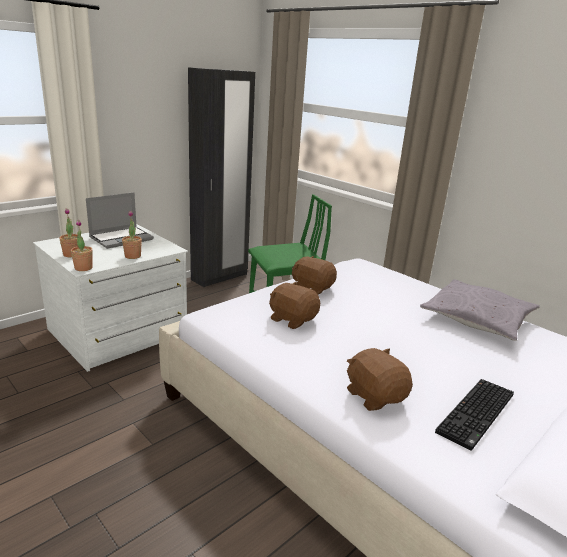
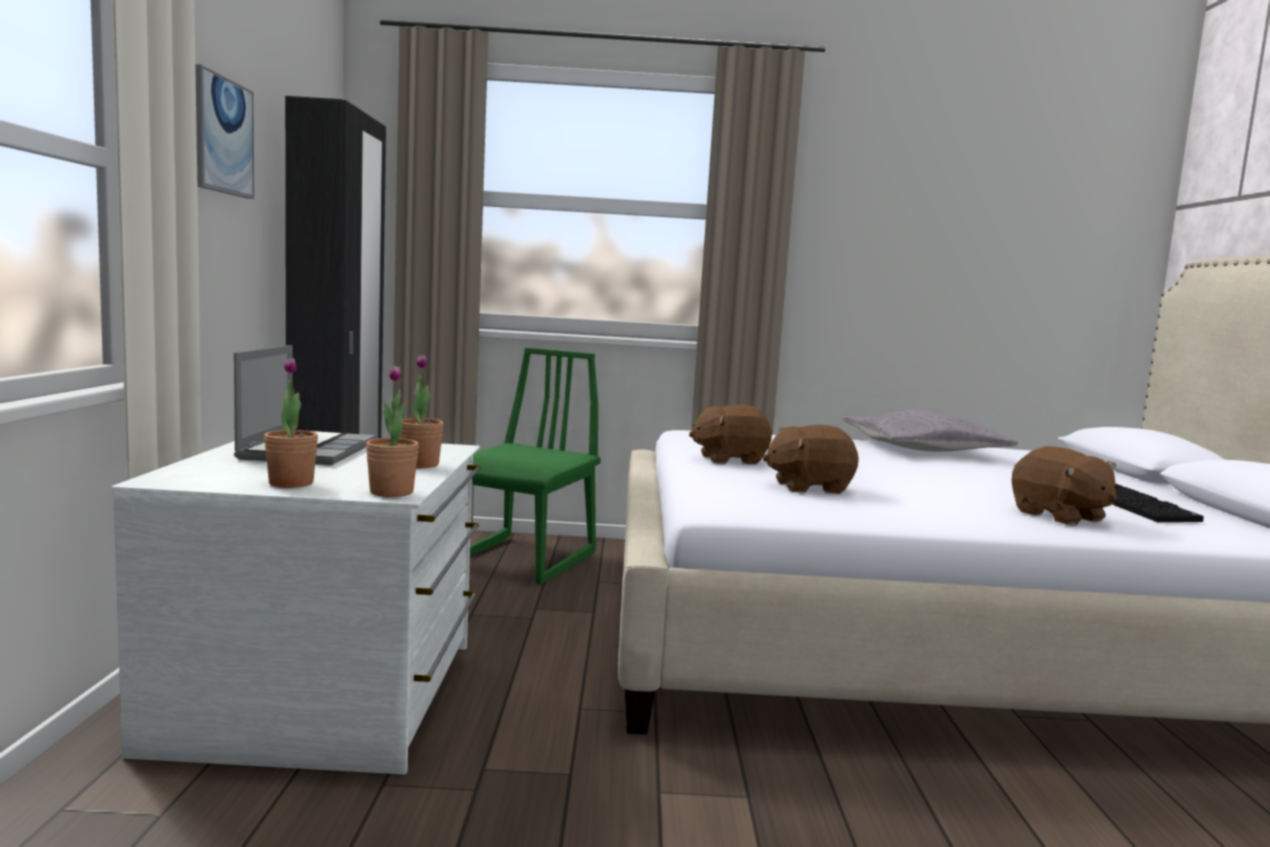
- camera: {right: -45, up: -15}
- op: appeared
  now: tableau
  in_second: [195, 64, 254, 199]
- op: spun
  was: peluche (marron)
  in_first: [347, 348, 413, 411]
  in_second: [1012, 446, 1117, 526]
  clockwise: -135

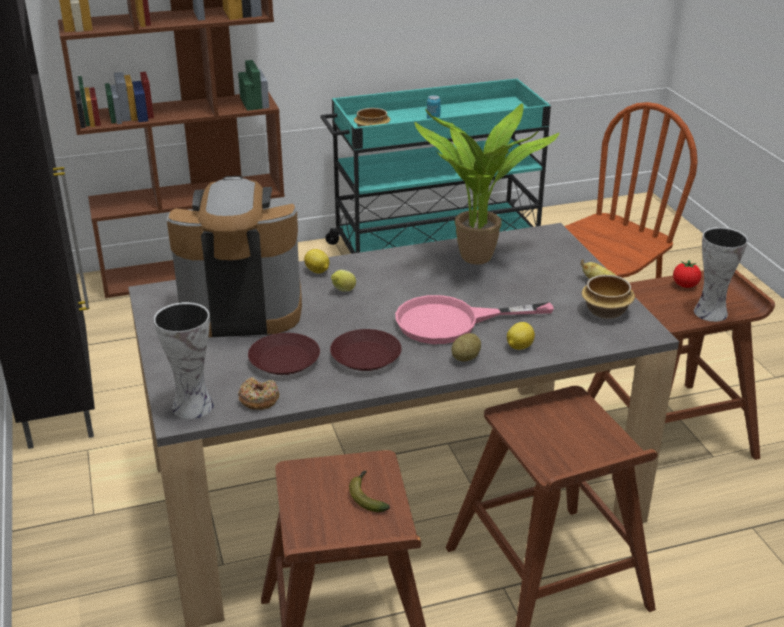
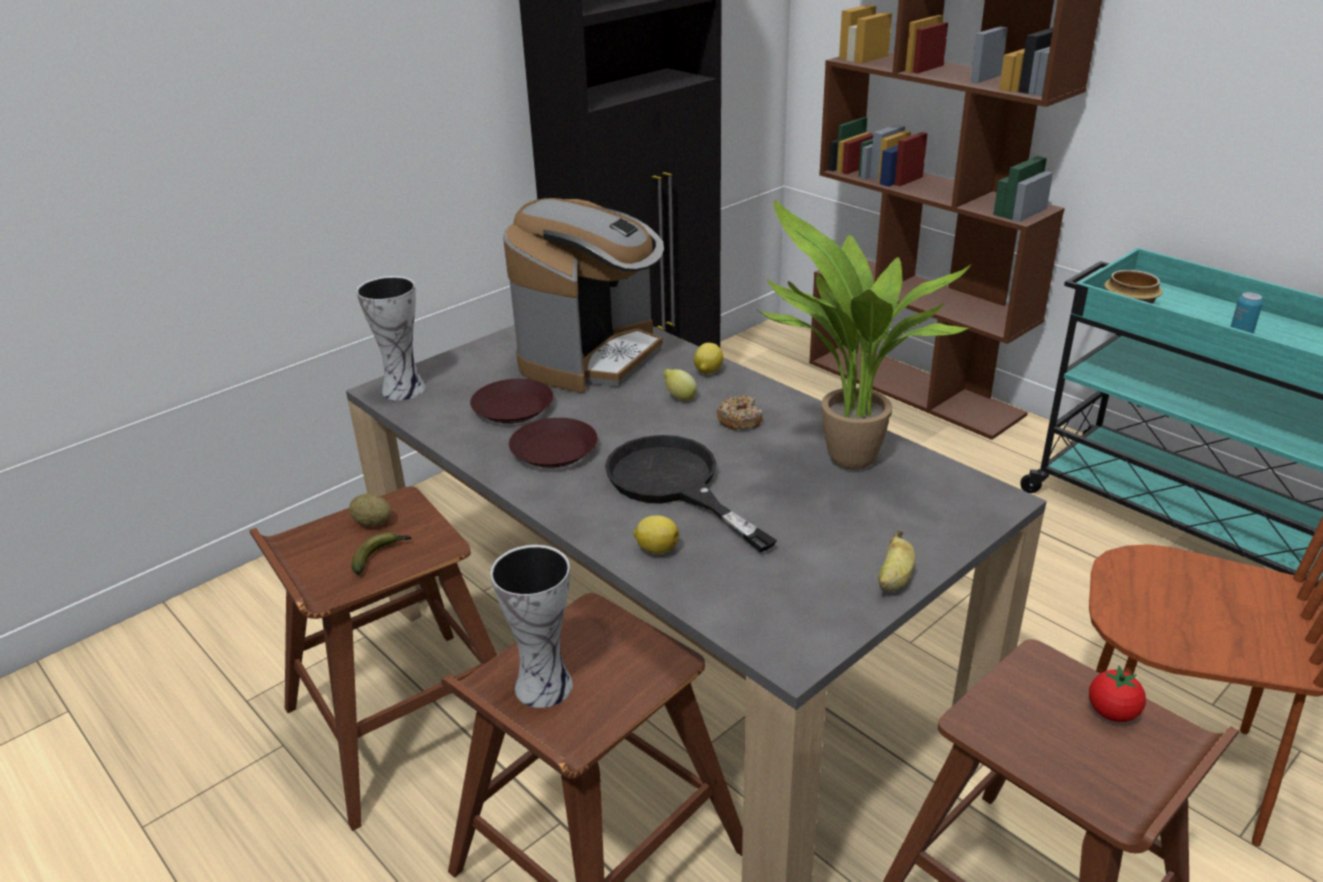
- camera: {right: 65, up: 0}
- op: missing
  was: bol
  in_first: [581, 275, 635, 319]
- op: relocated
  was: beignet
  in_first: [238, 377, 279, 410]
  in_second: [717, 396, 763, 430]
- op: relocated
  was: pomme de terre
  in_first: [452, 333, 481, 361]
  in_second: [349, 493, 392, 526]
- op: relocated
  was: vase
  in_first: [694, 227, 748, 322]
  in_second: [490, 545, 573, 708]
- op: colour
  was: poêle (rose)
  now: poêle (noir)
  in_first: [395, 295, 554, 344]
  in_second: [605, 435, 777, 552]
- op: spun
  was: machine à café
  in_first: [167, 176, 302, 337]
  in_second: [503, 198, 664, 393]
  clockwise: 60

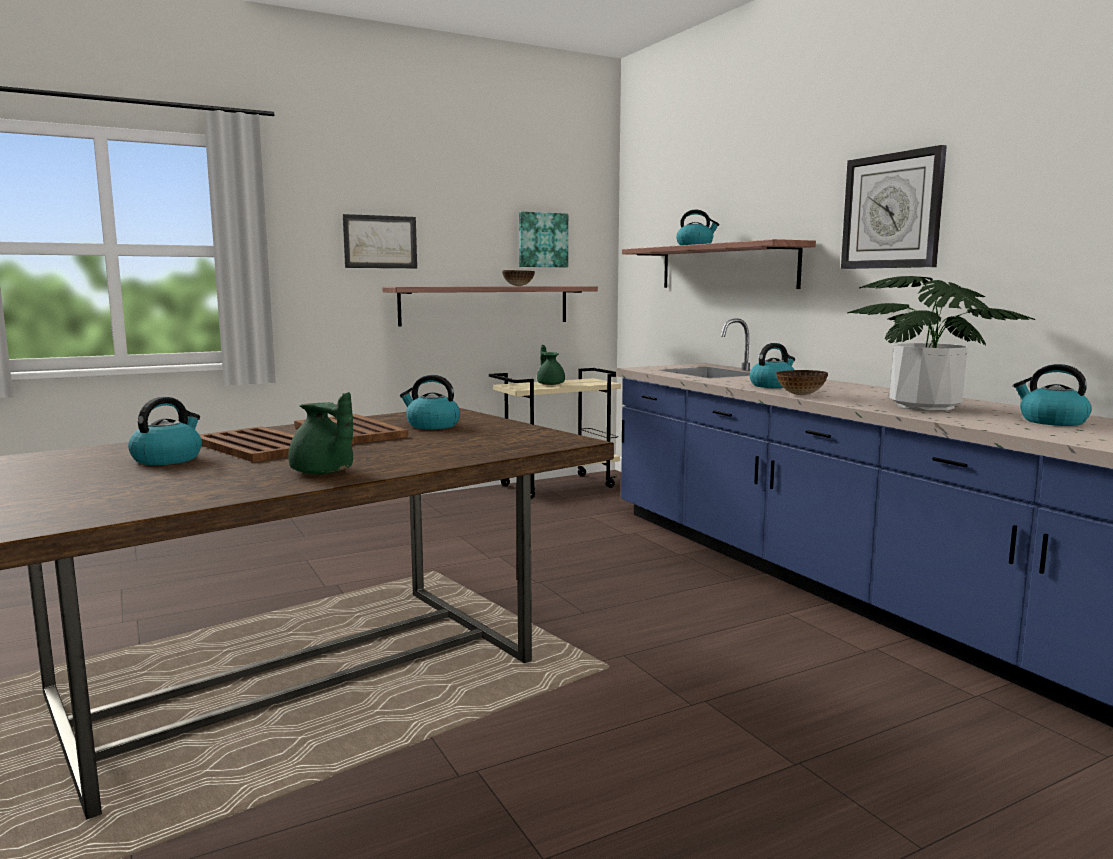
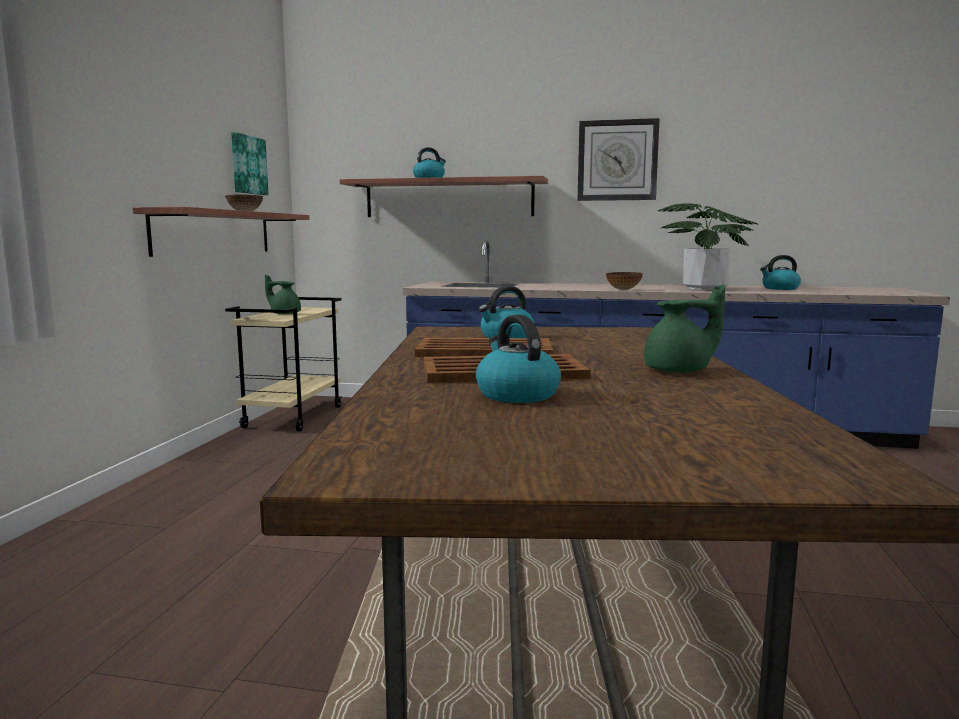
- camera: {right: -50, up: 0}
- op: missing
  was: tableau
  in_first: [343, 214, 417, 268]
- op: missing
  was: bouilloire
  in_first: [750, 343, 795, 388]

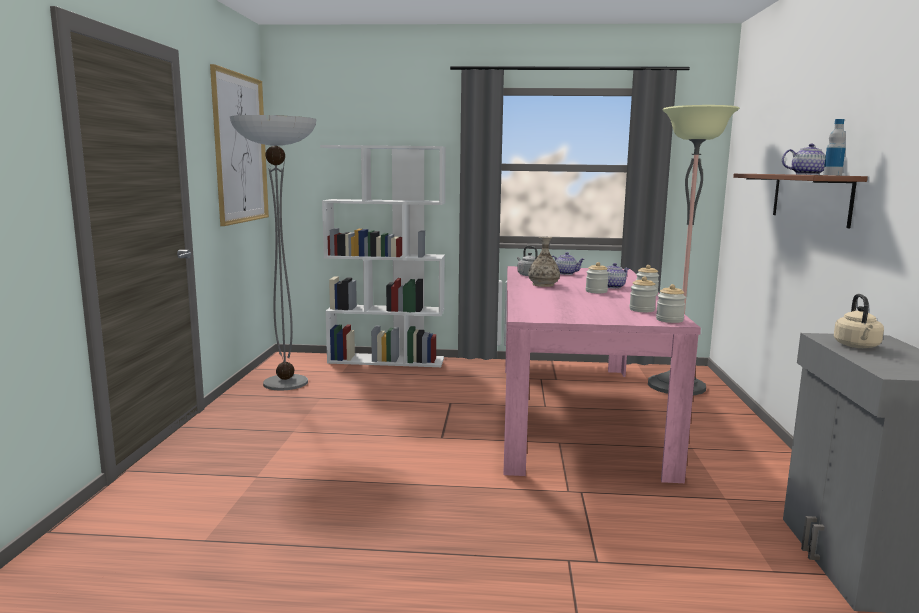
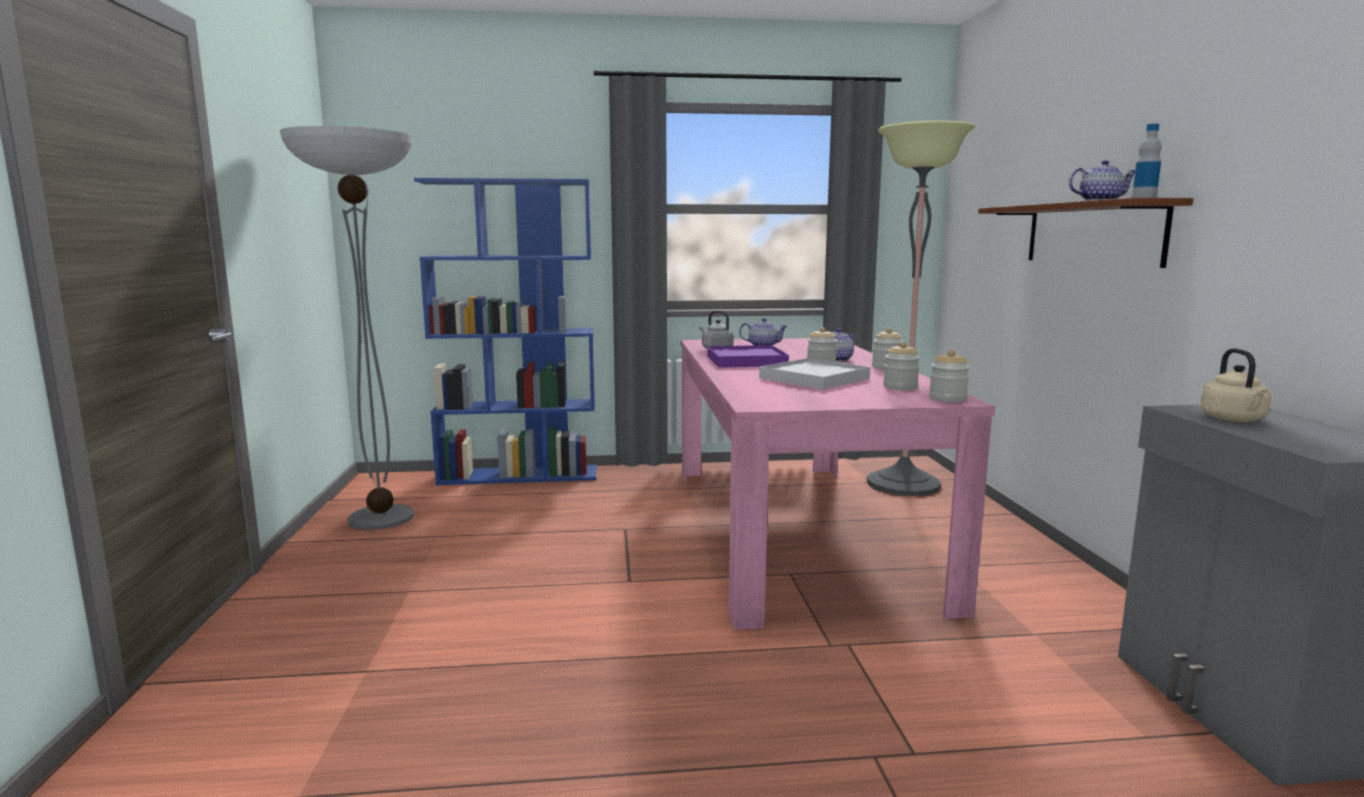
- camera: {right: -10, up: 0}
- op: missing
  was: tableau
  in_first: [210, 64, 269, 226]
- op: appeared
  now: plateau (blanc)
  in_second: [759, 358, 870, 390]
- op: exchanged
  was: vase
  now: plateau (violet)
  in_first: [528, 237, 560, 287]
  in_second: [707, 345, 789, 368]
- op: colour
  was: bibliothèque (blanc)
  now: bibliothèque (bleu)
  in_first: [320, 145, 446, 367]
  in_second: [414, 178, 596, 485]

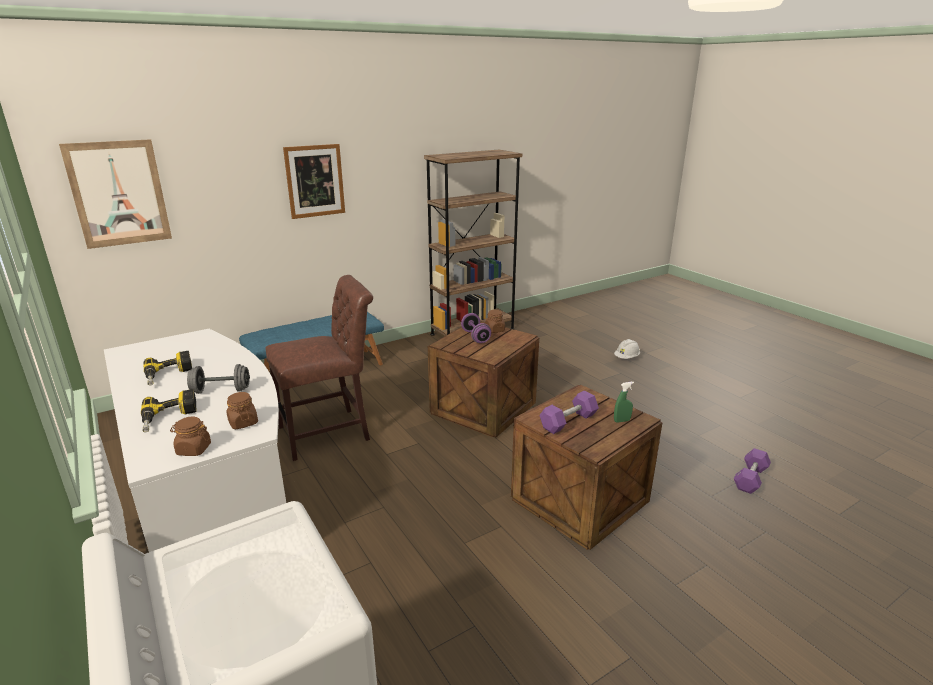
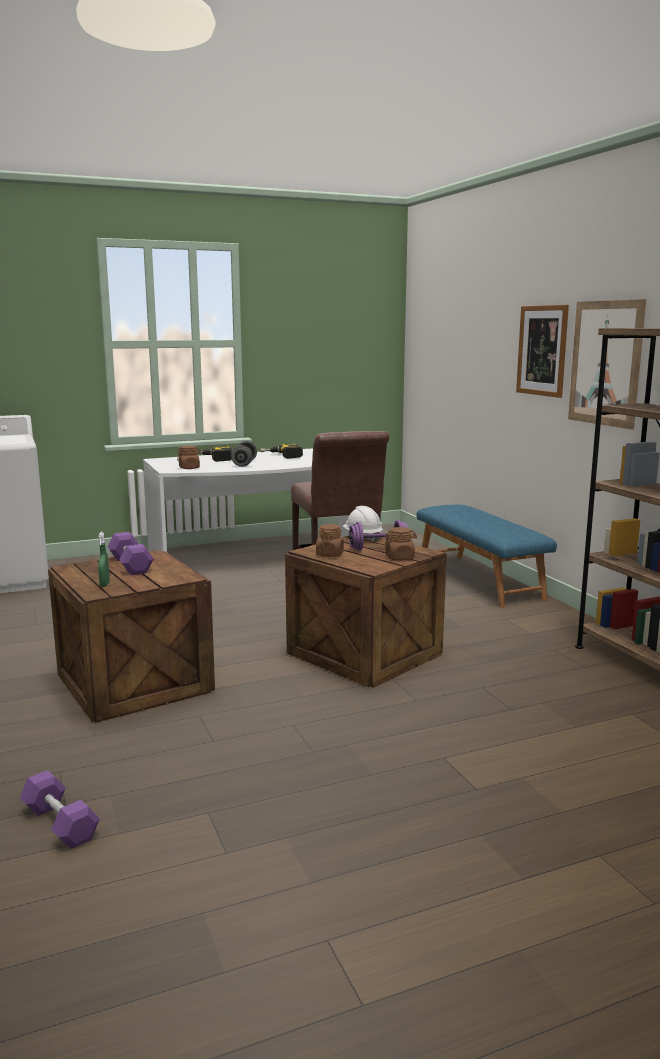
- camera: {right: 100, up: -10}
- op: relocated
  was: tableau
  in_first: [59, 139, 172, 249]
  in_second: [568, 299, 646, 430]
- op: relocated
  was: bocal (marron)
  in_first: [170, 417, 211, 456]
  in_second: [316, 524, 344, 557]
- op: relocated
  was: casque de chantier (blanc)
  in_first: [614, 339, 640, 359]
  in_second: [343, 506, 383, 542]

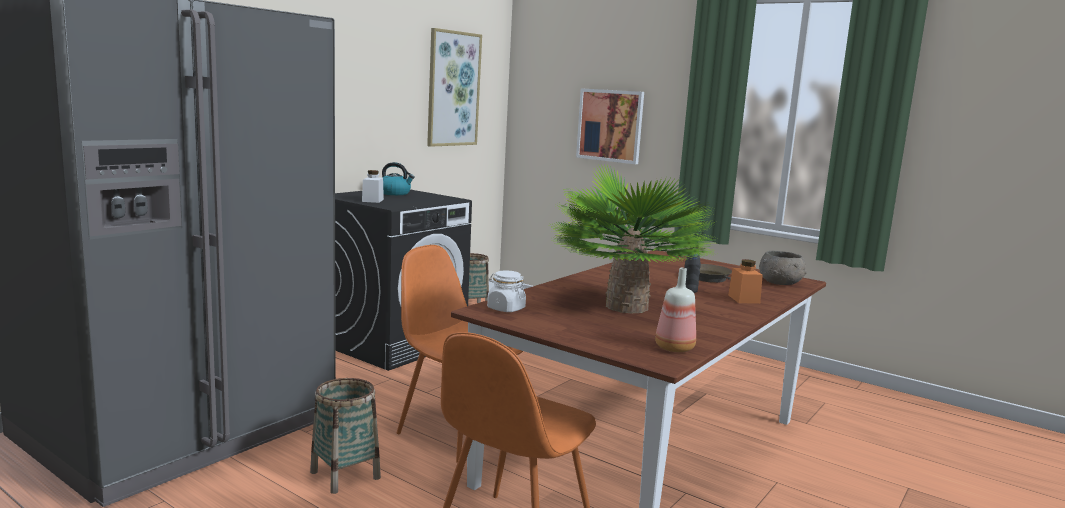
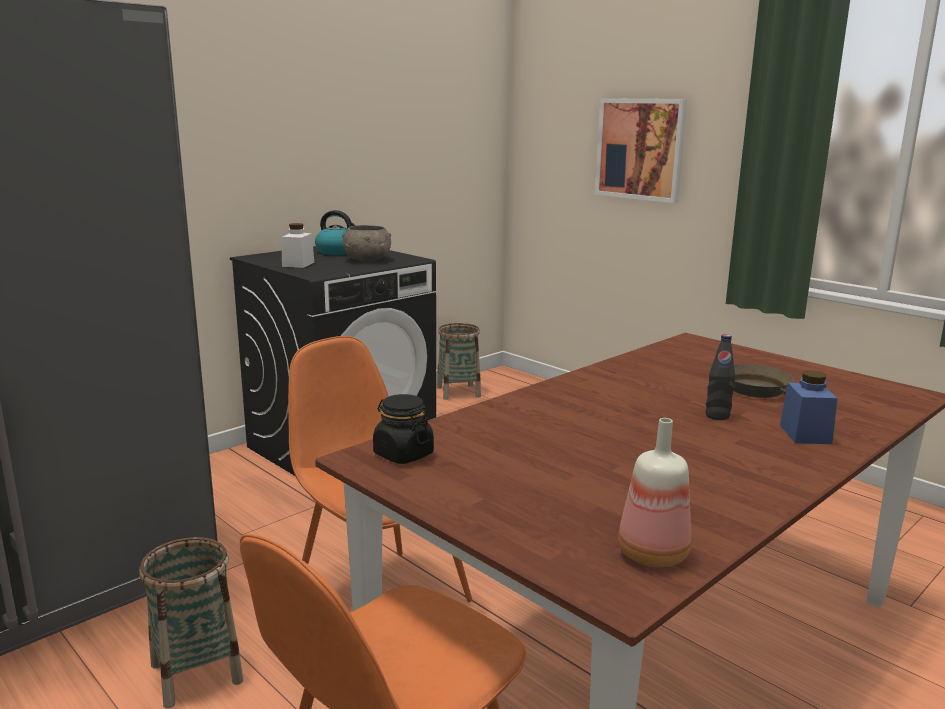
- camera: {right: 10, up: 5}
- op: missing
  was: tableau
  in_first: [427, 28, 482, 147]
- op: missing
  was: plante en pot
  in_first: [550, 165, 717, 313]
- op: relocated
  was: bol (gris)
  in_first: [759, 251, 807, 285]
  in_second: [342, 225, 391, 261]
- op: colour
  was: bocal (blanc)
  now: bocal (noir)
  in_first: [487, 271, 526, 312]
  in_second: [373, 394, 434, 464]
- op: colour
  was: bocal (orange)
  now: bocal (bleu)
  in_first: [728, 259, 763, 304]
  in_second: [780, 370, 837, 444]

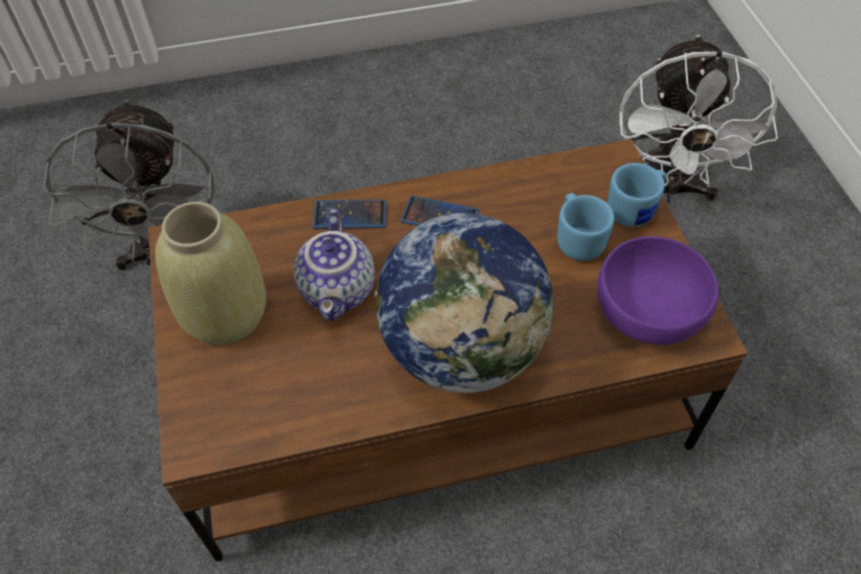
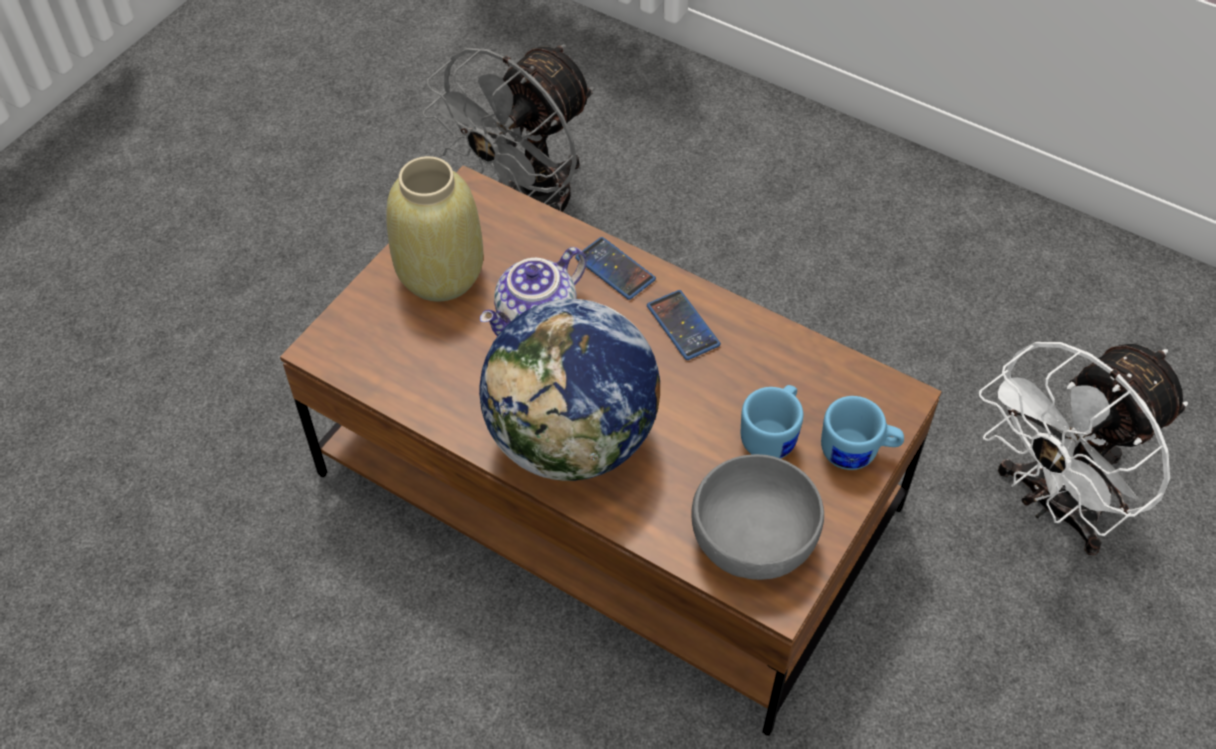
- camera: {right: 45, up: 0}
- op: colour
  was: bol (violet)
  now: bol (gris)
  in_first: [597, 236, 719, 345]
  in_second: [691, 454, 824, 580]

